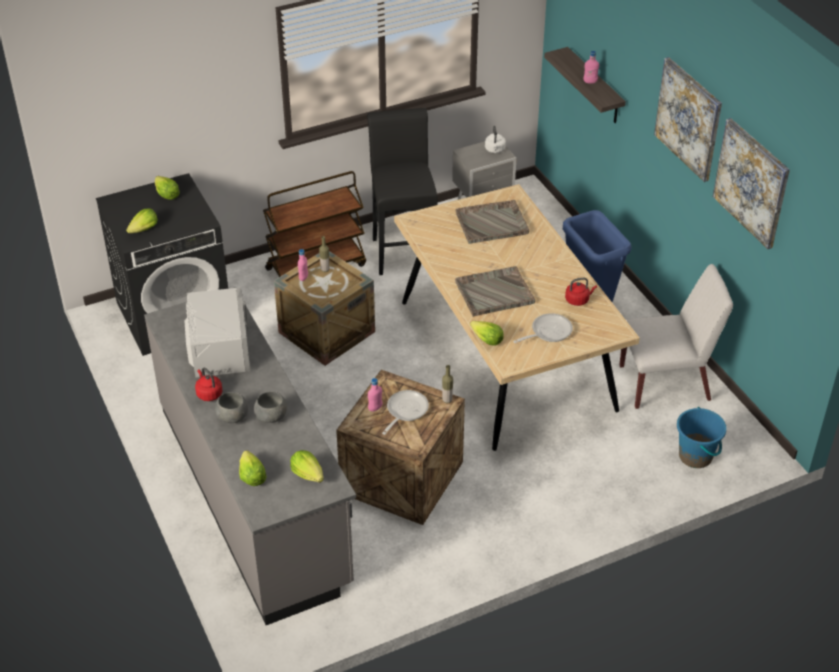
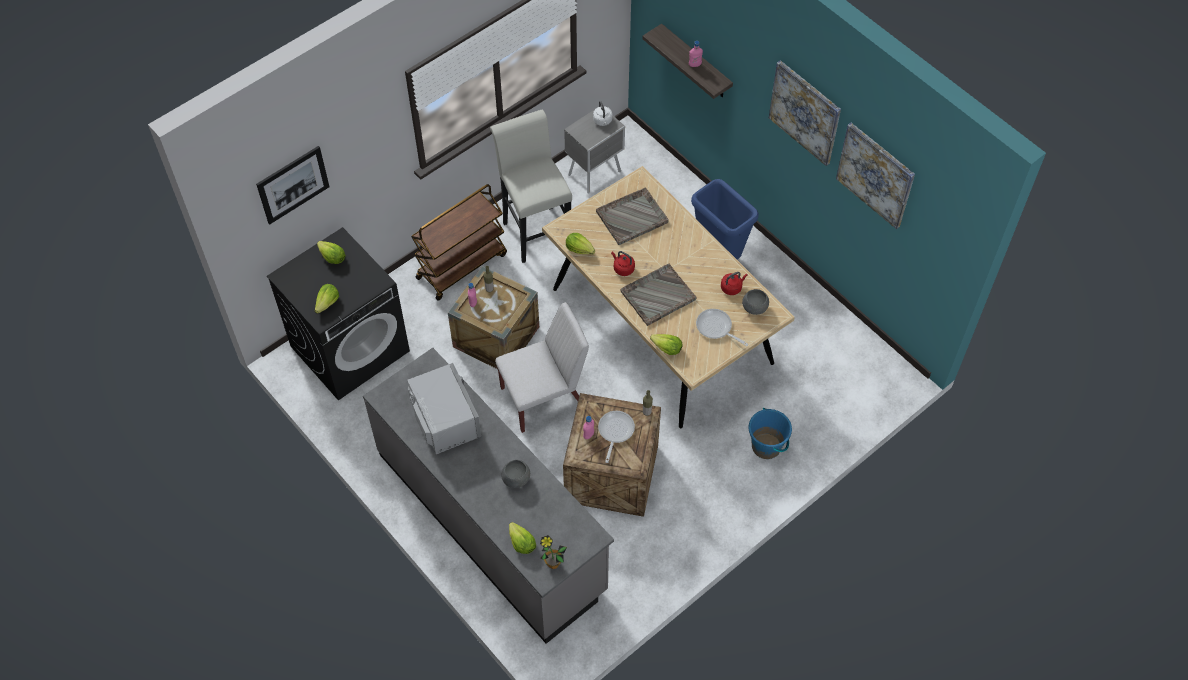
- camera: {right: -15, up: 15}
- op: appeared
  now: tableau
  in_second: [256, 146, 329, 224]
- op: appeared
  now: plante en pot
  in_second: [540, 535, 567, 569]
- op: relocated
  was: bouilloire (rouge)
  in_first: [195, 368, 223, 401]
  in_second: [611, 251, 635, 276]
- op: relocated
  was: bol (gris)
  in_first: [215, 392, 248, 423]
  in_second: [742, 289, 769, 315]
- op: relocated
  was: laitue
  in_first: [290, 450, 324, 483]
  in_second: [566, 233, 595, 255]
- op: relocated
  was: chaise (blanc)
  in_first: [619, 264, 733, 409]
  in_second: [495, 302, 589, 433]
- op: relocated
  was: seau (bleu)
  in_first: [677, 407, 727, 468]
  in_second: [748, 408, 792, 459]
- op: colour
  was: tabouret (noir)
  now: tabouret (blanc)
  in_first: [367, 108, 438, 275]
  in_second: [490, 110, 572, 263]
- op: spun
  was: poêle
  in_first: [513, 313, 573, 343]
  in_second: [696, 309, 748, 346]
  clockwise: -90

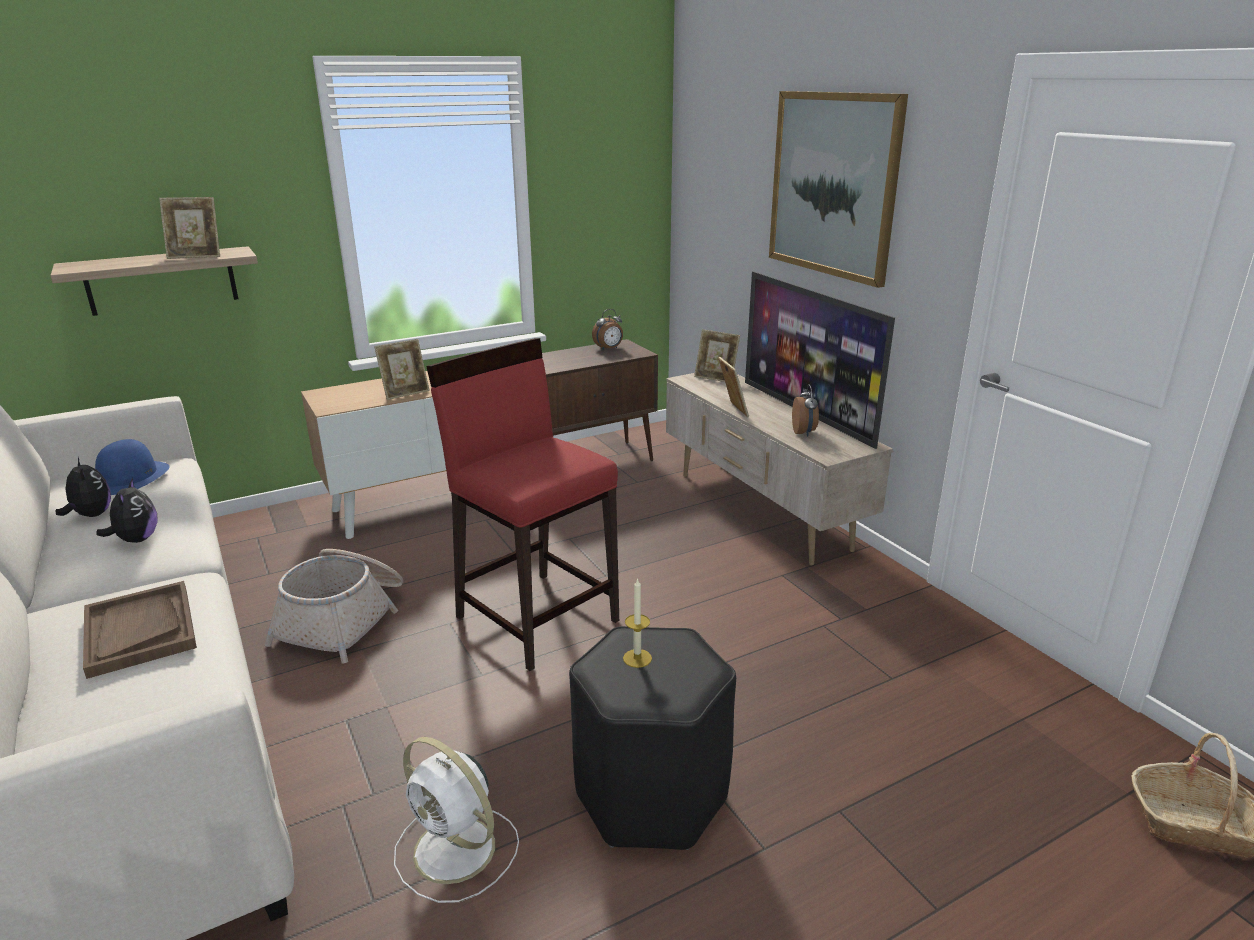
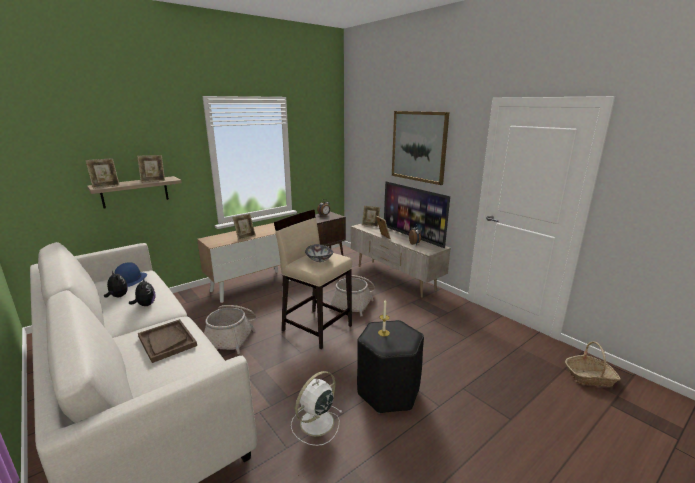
- camera: {right: -10, up: -5}
- op: appeared
  now: cadre photo
  in_second: [85, 158, 120, 188]
- op: appeared
  now: bol
  in_second: [305, 244, 333, 262]
- op: appeared
  now: panier
  in_second: [329, 275, 375, 316]
- op: colour
  was: tabouret (rouge)
  now: tabouret (beige)
  in_first: [426, 338, 619, 671]
  in_second: [274, 210, 352, 349]
- op: spun
  was: ventilateur (blanc)
  in_first: [394, 737, 519, 903]
  in_second: [291, 371, 342, 446]
  clockwise: 105

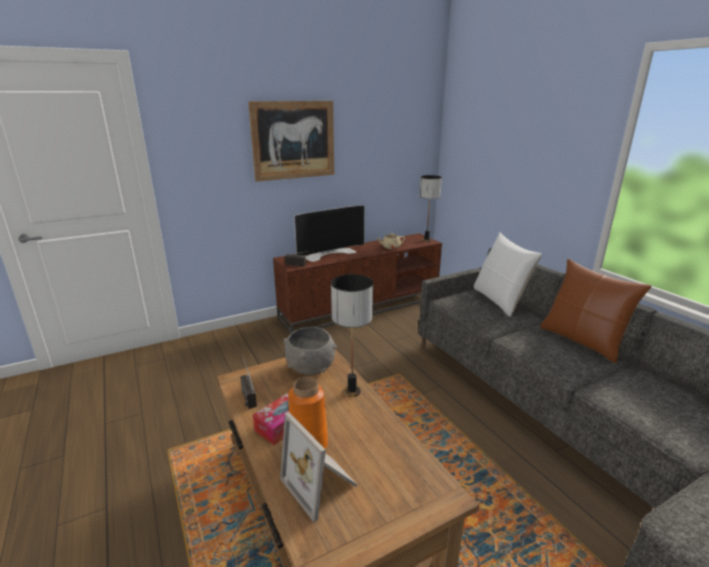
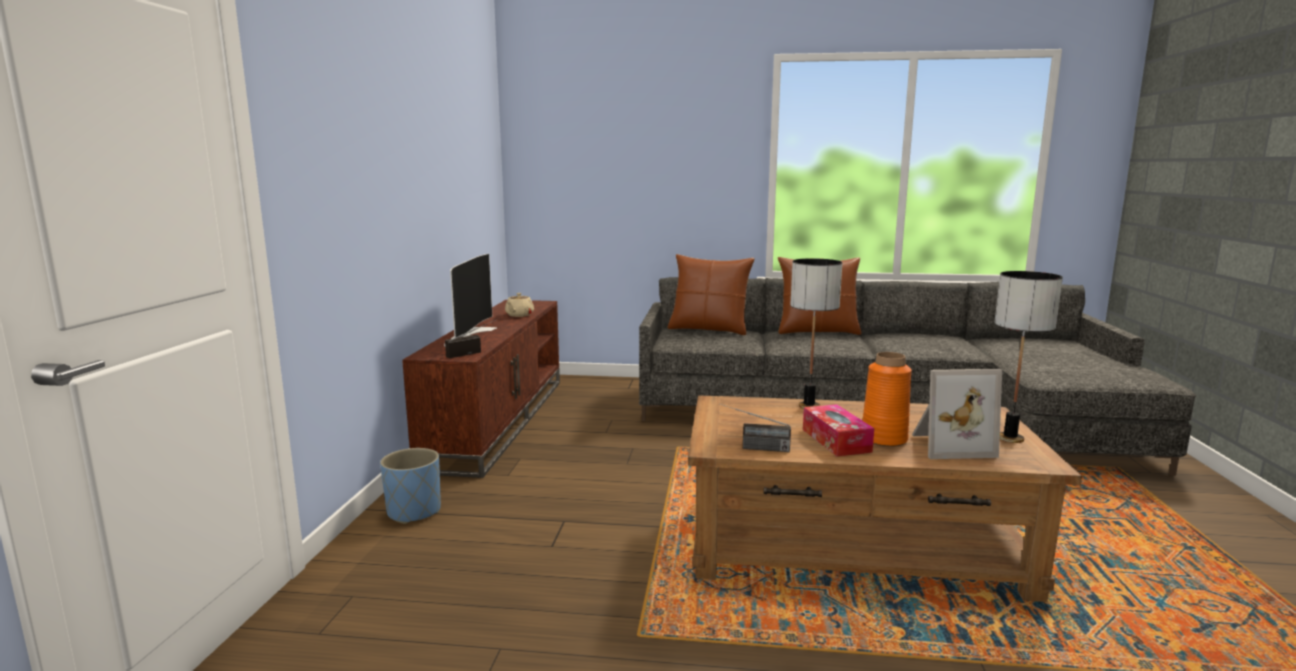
- camera: {right: -55, up: -10}
- op: missing
  was: tableau
  in_first: [248, 101, 334, 182]
- op: missing
  was: bol (gris)
  in_first: [283, 327, 336, 375]
- op: appeared
  now: cache-pot (bleu)
  in_second: [380, 448, 441, 524]
- op: relocated
  was: lampe de table
  in_first: [419, 175, 442, 242]
  in_second: [995, 271, 1063, 443]
- op: colour
  was: coussin (blanc)
  now: coussin (marron)
  in_first: [474, 232, 542, 317]
  in_second: [667, 254, 755, 335]

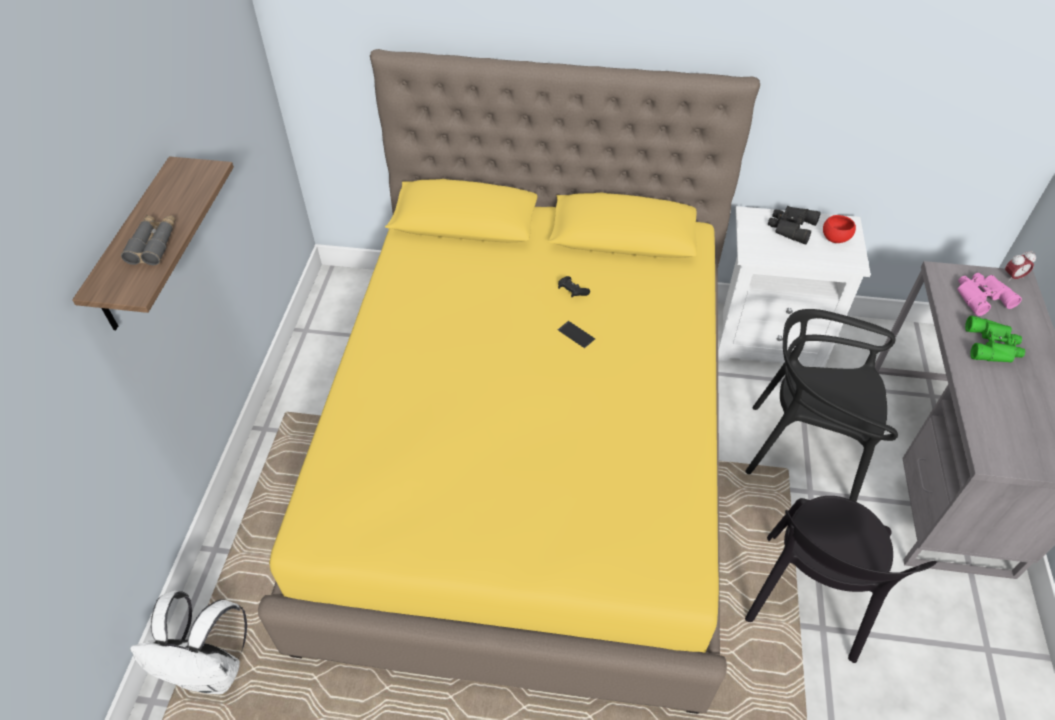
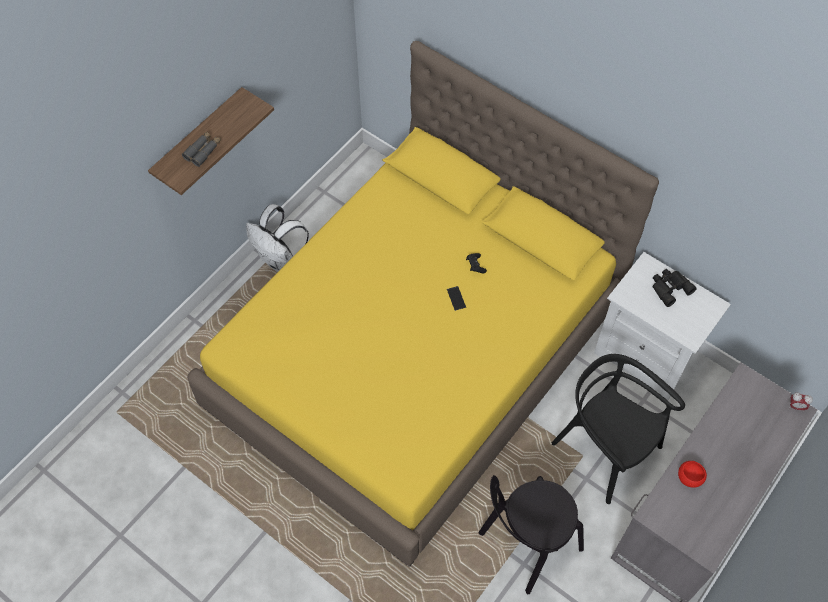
- camera: {right: 30, up: 10}
- op: missing
  was: jumelles (rose)
  in_first: [957, 273, 1022, 316]
- op: missing
  was: jumelles (vert)
  in_first: [965, 316, 1025, 362]
- op: relocated
  was: sac à dos (blanc)
  in_first: [130, 591, 247, 694]
  in_second: [246, 204, 309, 272]
- op: relocated
  was: bol (rouge)
  in_first: [823, 215, 856, 243]
  in_second: [678, 461, 707, 488]

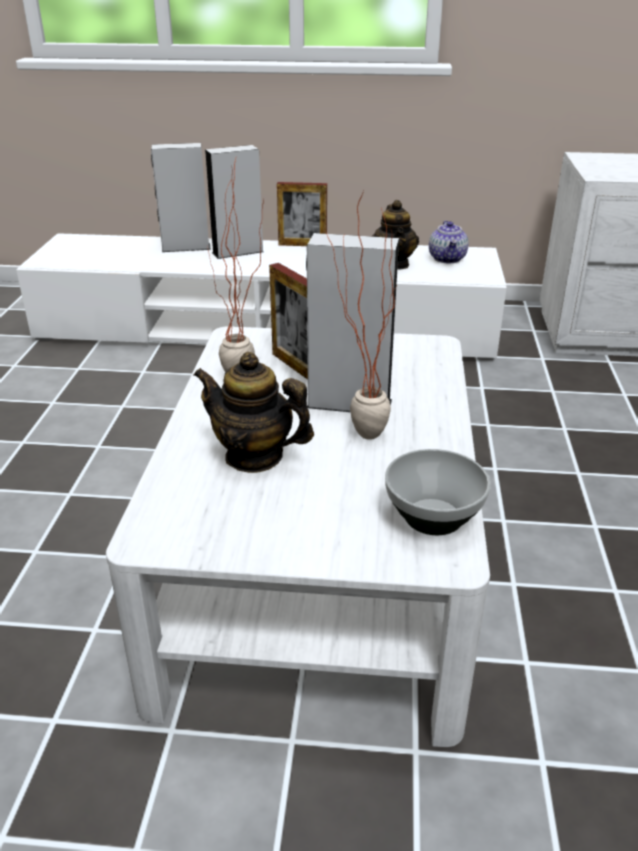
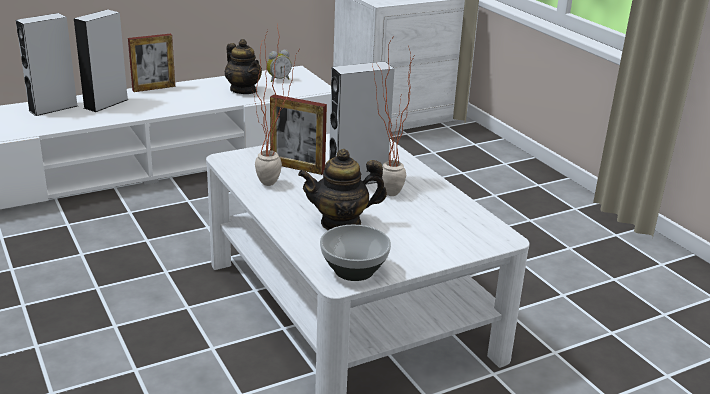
- camera: {right: -35, up: -5}
- op: relocated
  was: bol
  in_first: [385, 449, 491, 535]
  in_second: [320, 225, 391, 281]
- op: exchanged
  was: théière
  now: réveil
  in_first: [429, 221, 468, 263]
  in_second: [266, 50, 292, 82]

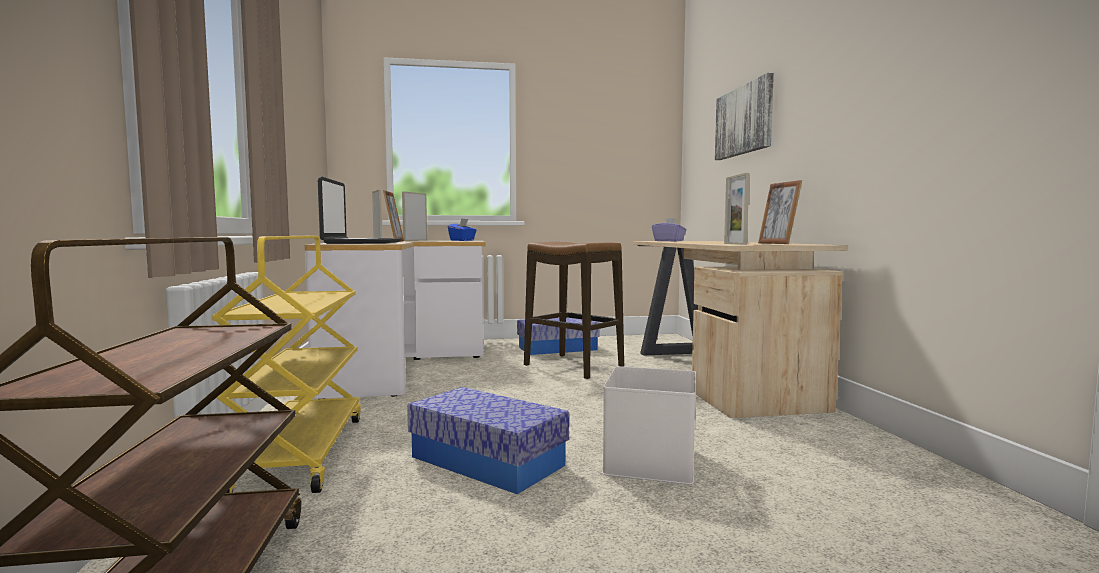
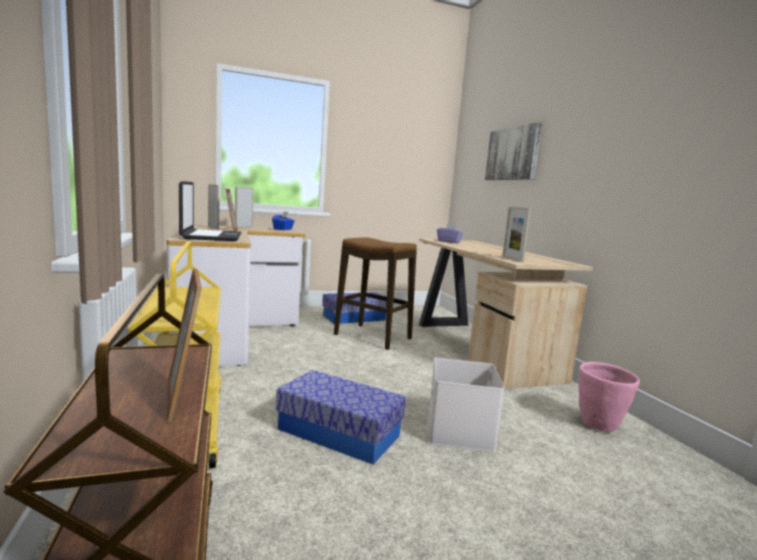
- camera: {right: -10, up: 5}
- op: appeared
  now: cache-pot (rose)
  in_second: [579, 362, 640, 432]
- op: relocated
  was: cadre photo
  in_first: [758, 180, 802, 244]
  in_second: [167, 268, 202, 423]

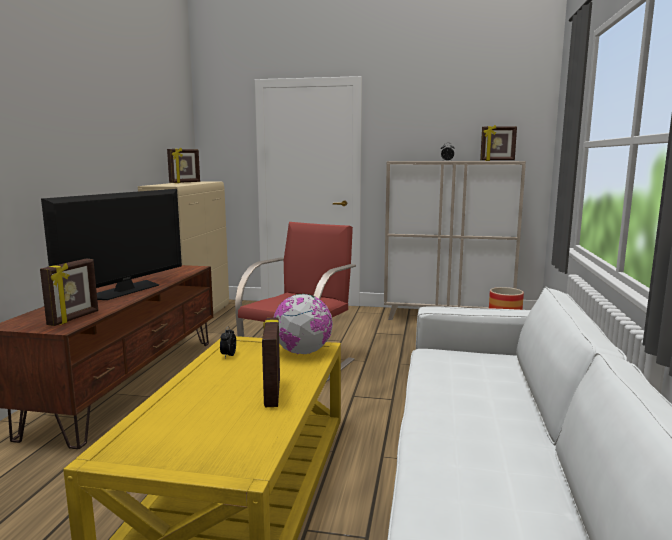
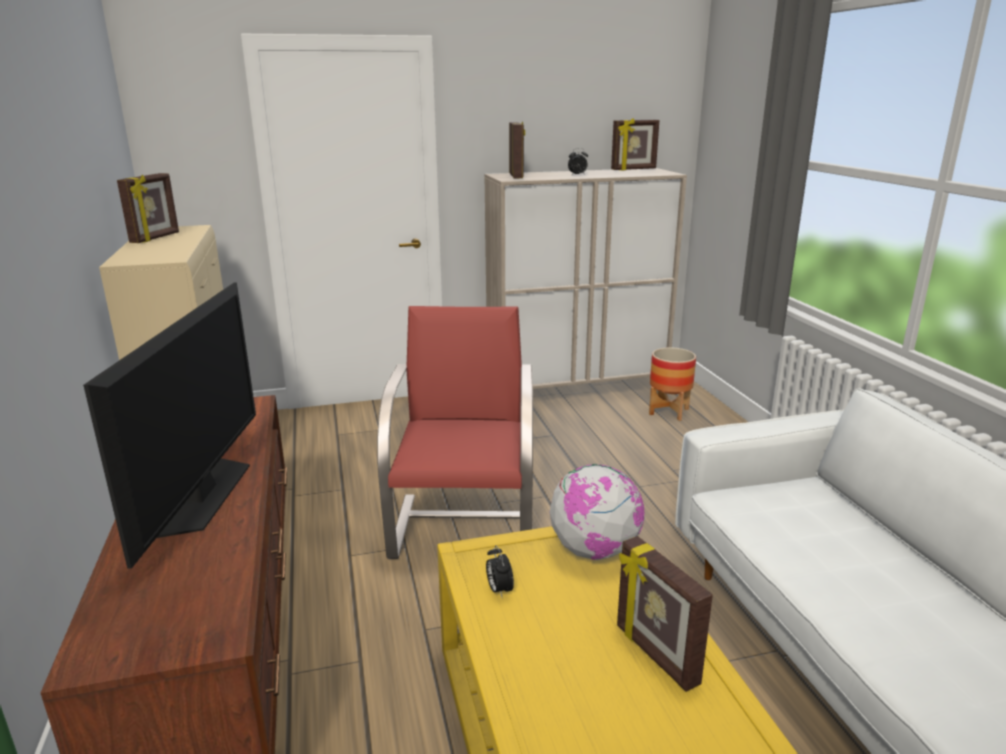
- camera: {right: -25, up: 10}
- op: relocated
  was: cadre photo
  in_first: [40, 259, 98, 326]
  in_second: [509, 121, 525, 178]

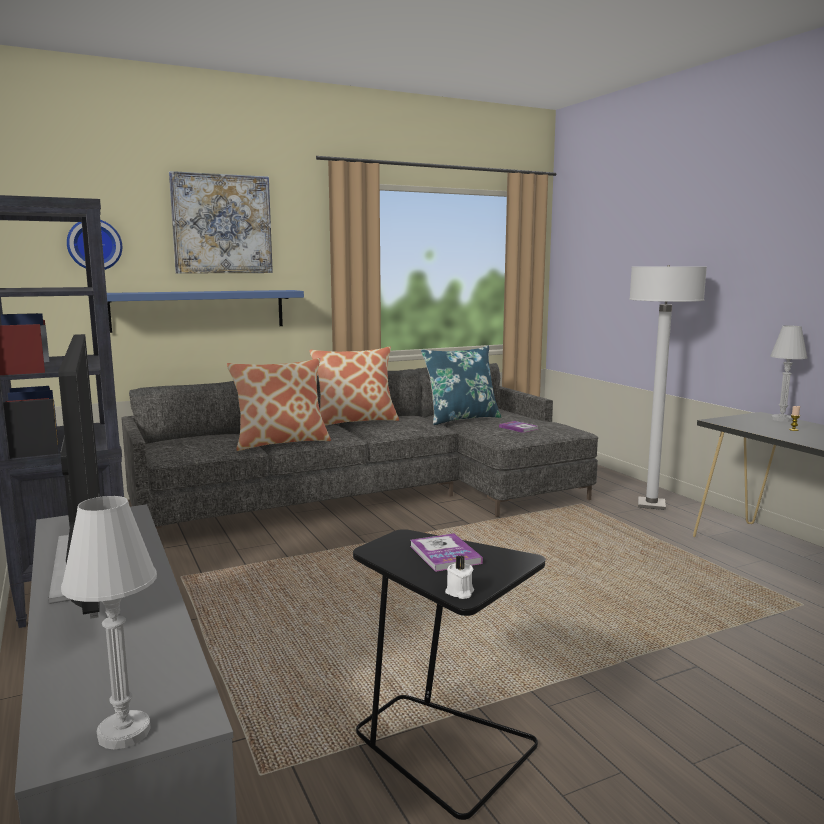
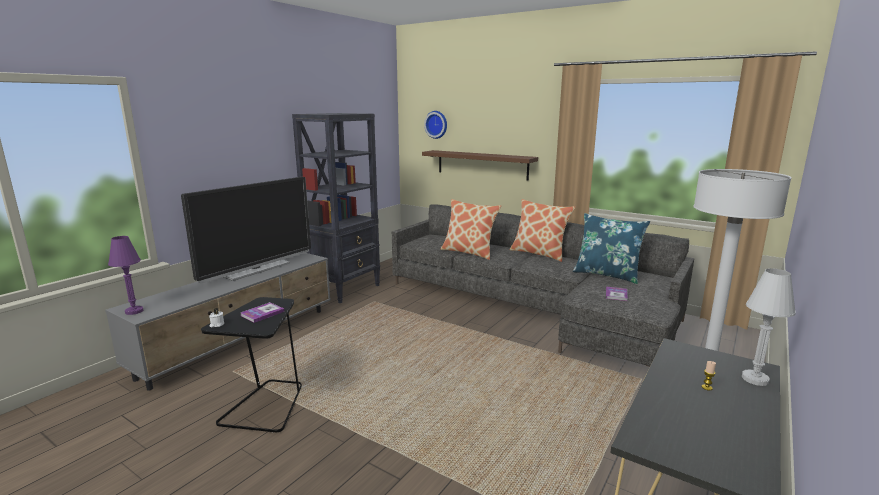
- camera: {right: 60, up: 5}
- op: missing
  was: tableau
  in_first: [169, 171, 273, 274]
- op: colour
  was: lampe de table (blanc)
  now: lampe de table (violet)
  in_first: [61, 496, 157, 750]
  in_second: [108, 236, 143, 315]
- op: colour
  was: étagère (bleu)
  now: étagère (marron)
  in_first: [107, 290, 304, 333]
  in_second: [422, 150, 538, 180]

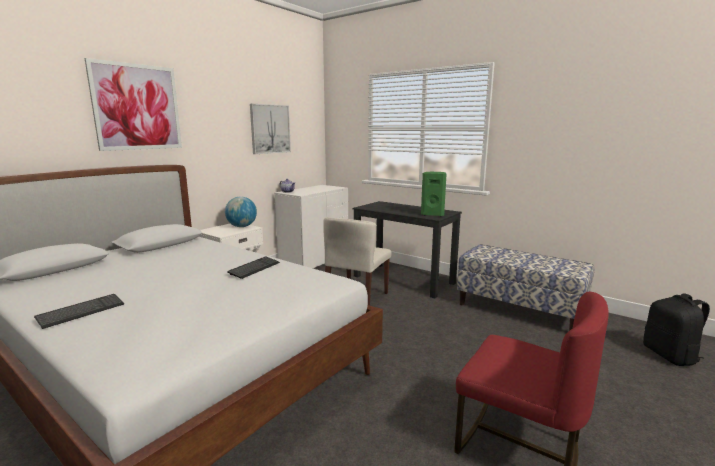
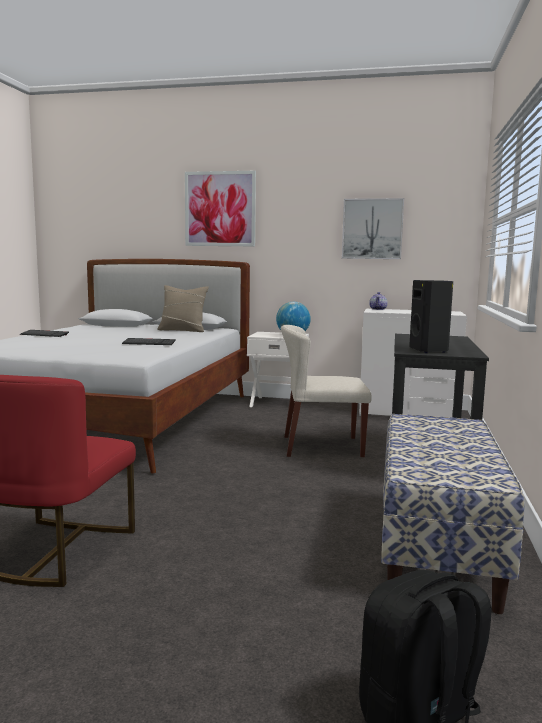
- camera: {right: 65, up: -5}
- op: appeared
  now: coussin (beige)
  in_second: [157, 285, 209, 332]
- op: colour
  was: enceinte (vert)
  now: enceinte (noir)
  in_first: [421, 172, 447, 216]
  in_second: [409, 280, 453, 353]

